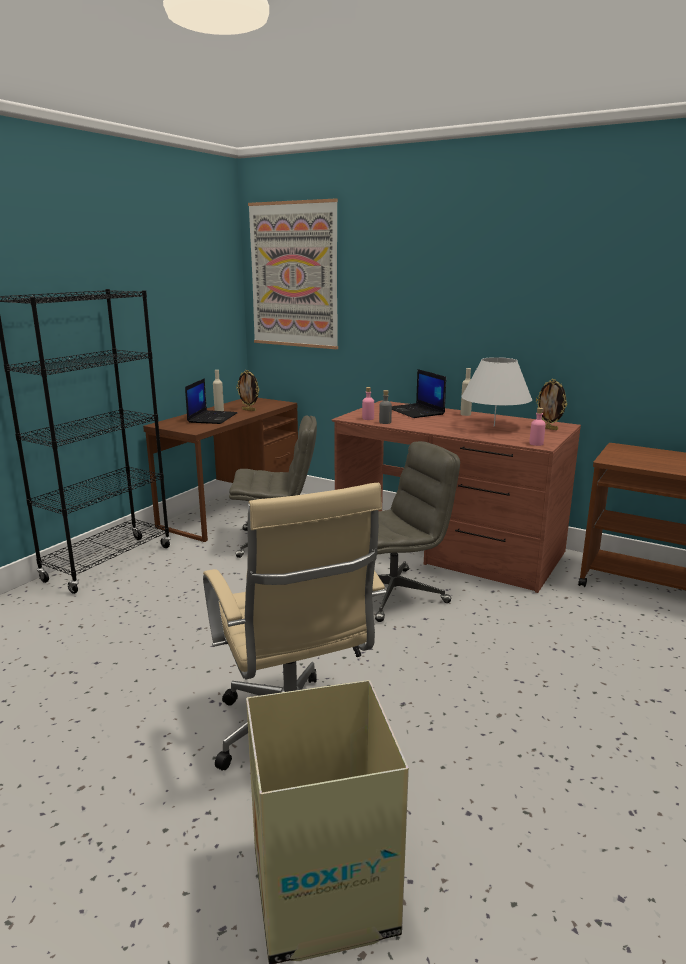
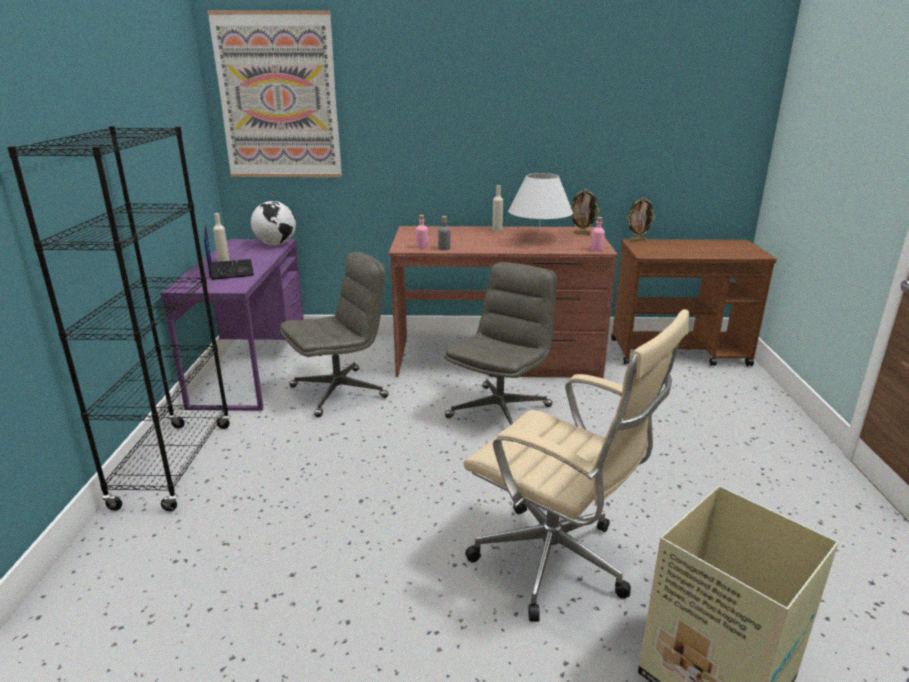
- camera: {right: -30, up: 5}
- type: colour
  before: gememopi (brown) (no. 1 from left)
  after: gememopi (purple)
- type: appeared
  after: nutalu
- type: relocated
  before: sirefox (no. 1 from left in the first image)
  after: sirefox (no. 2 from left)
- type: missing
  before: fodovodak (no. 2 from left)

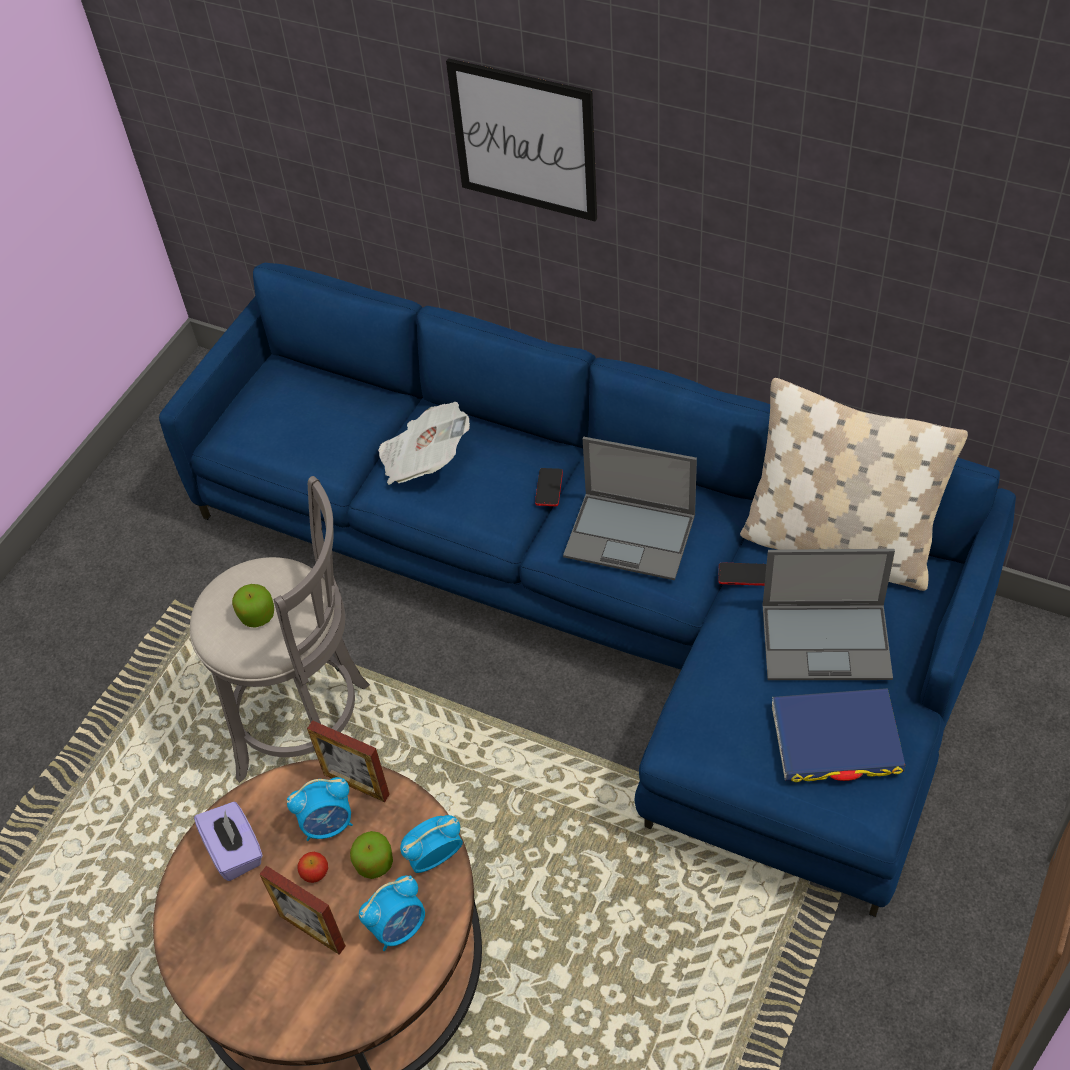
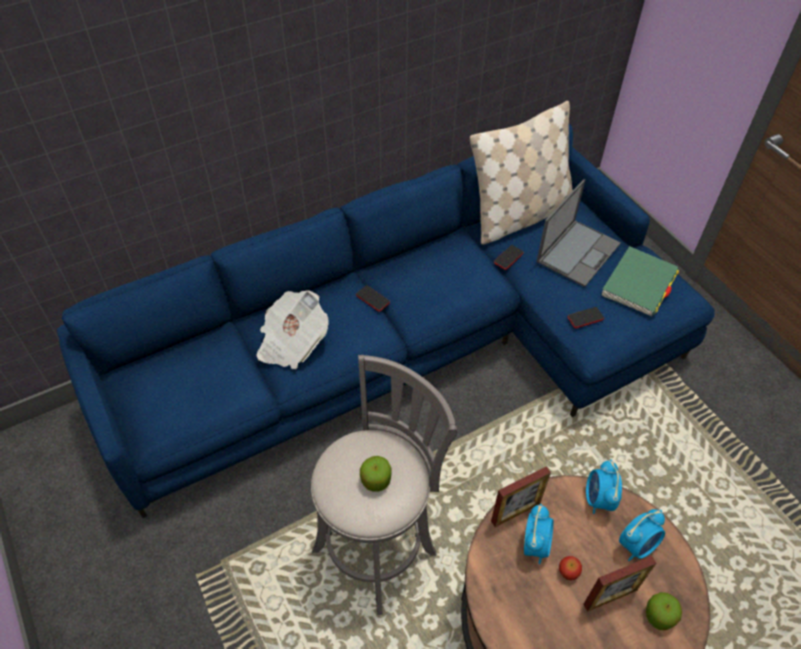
- camera: {right: -60, up: 0}
- type: appeared
  after: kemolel (no. 3 from left)
- type: colour
  before: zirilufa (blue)
  after: zirilufa (green)
- type: spun
  before: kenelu (no. 2 from left in the first image)
  turn: 60
- type: relocated
  before: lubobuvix (no. 3 from left)
- type: missing
  before: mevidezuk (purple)
- type: missing
  before: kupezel
- type: missing
  before: fodovodak (no. 1 from left)

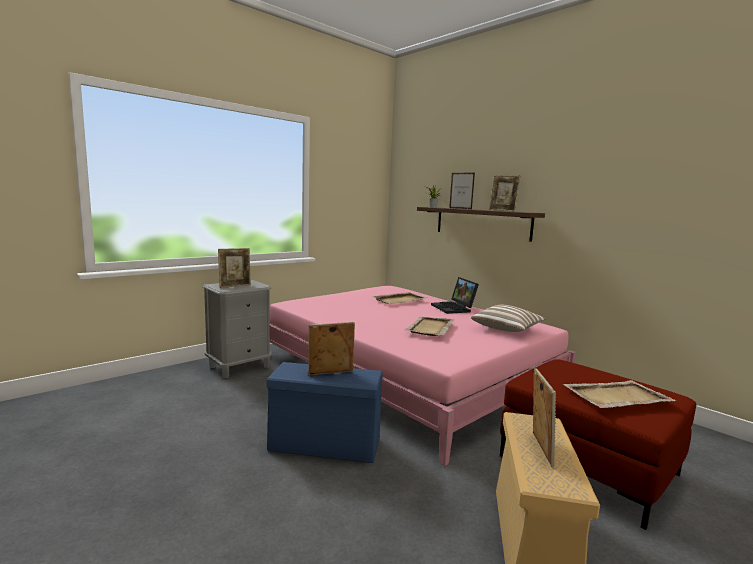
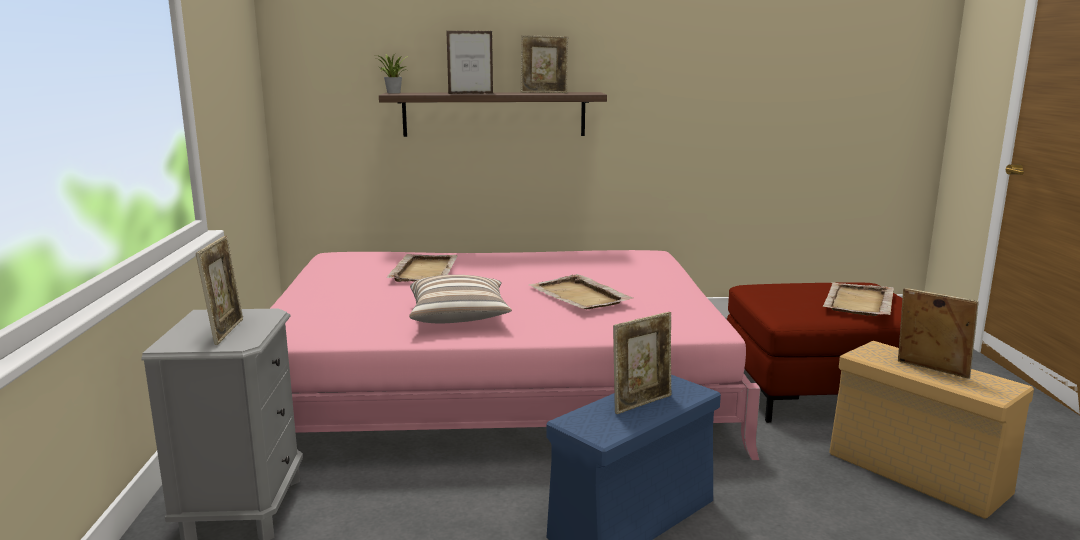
- camera: {right: -50, up: 5}
- type: relocated
  before: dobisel
- type: spun
  before: sirefox (no. 2 from left in the first image)
  turn: -150
- type: missing
  before: fodovodak

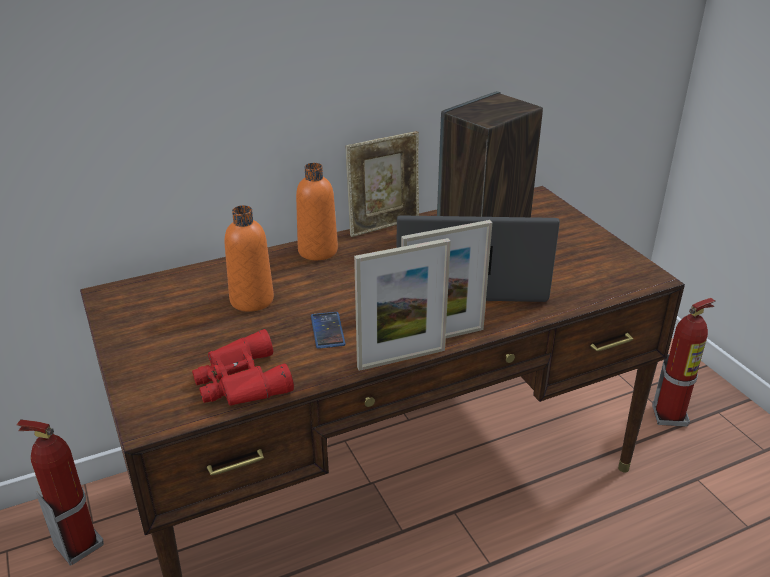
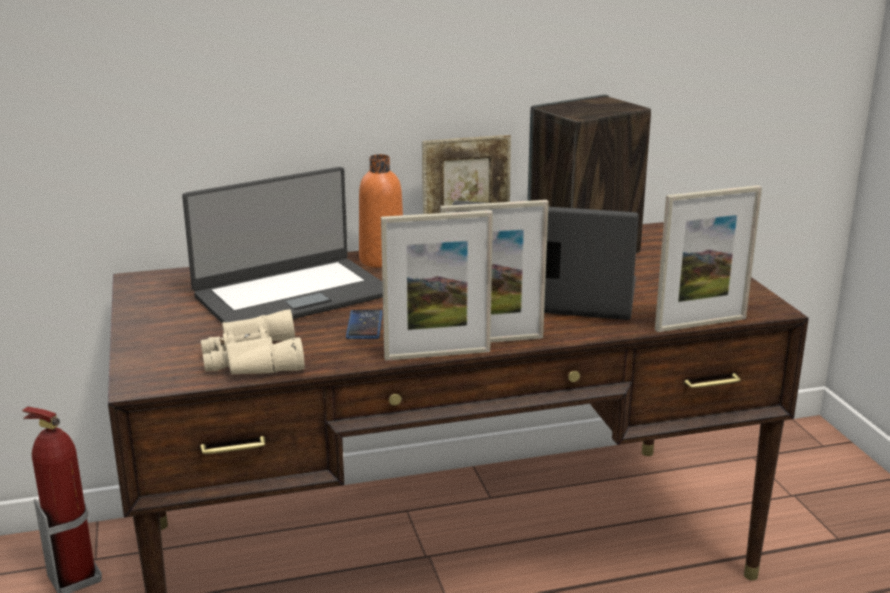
- camera: {right: 10, up: -10}
- type: exchanged
  before: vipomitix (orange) (no. 1 from left)
  after: fodovodak (no. 1 from left)
- type: colour
  before: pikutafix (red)
  after: pikutafix (beige)
- type: appeared
  after: sirefox (no. 4 from left)
- type: missing
  before: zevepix (no. 2 from left)

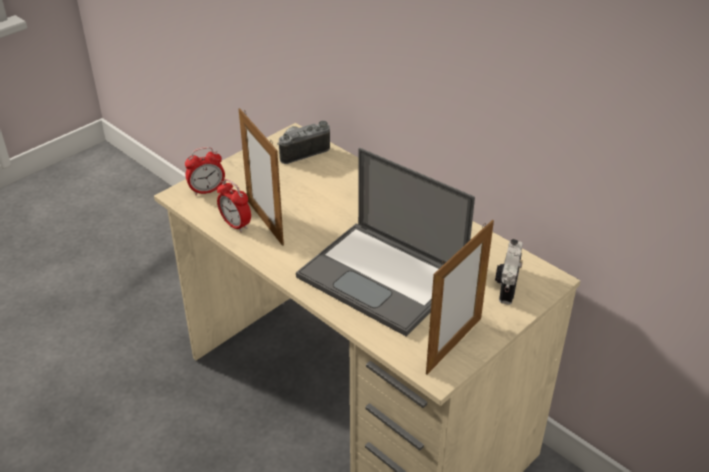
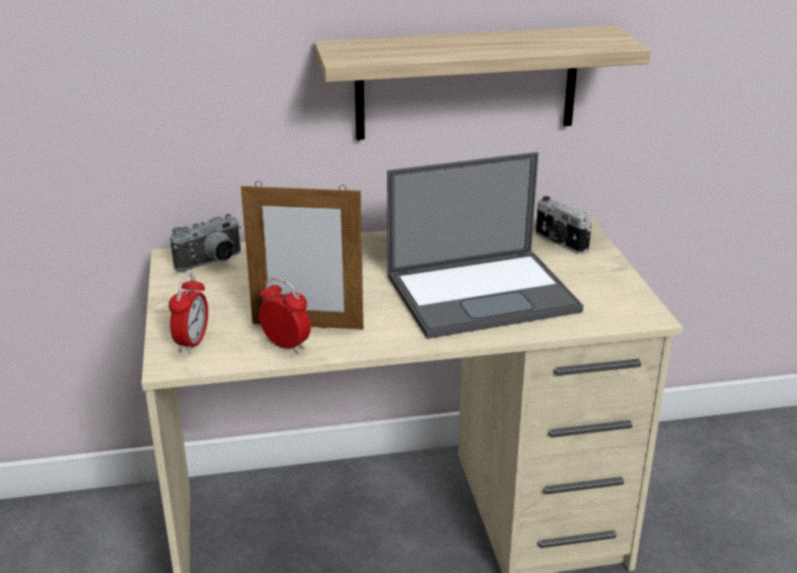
- camera: {right: -55, up: -10}
- type: spun
  before: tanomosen (no. 1 from left)
  turn: -135
- type: spun
  before: kenelu (no. 2 from left)
  turn: -135
- type: appeared
  after: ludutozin
- type: missing
  before: sirefox (no. 2 from left)

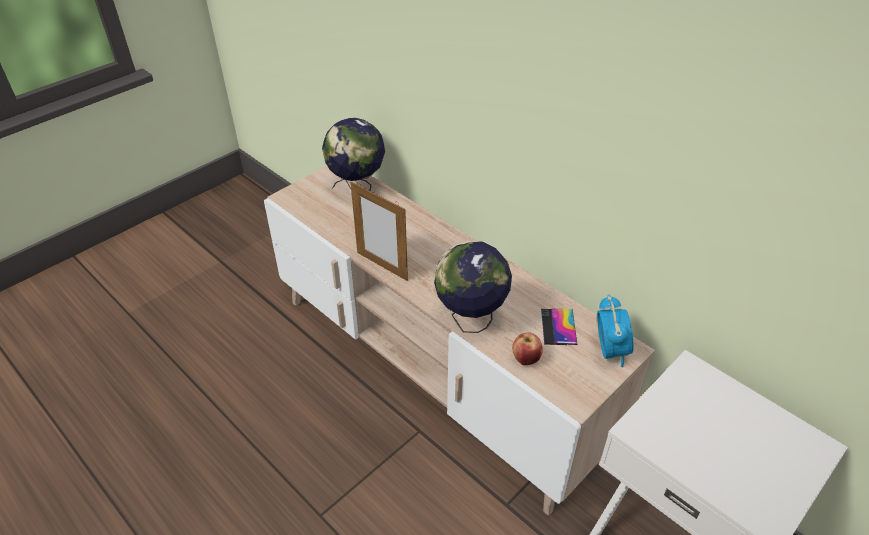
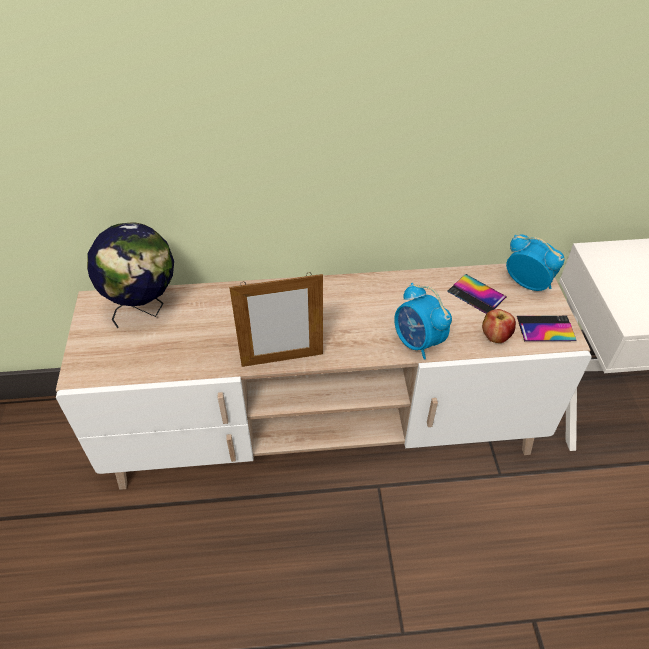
- camera: {right: -50, up: 5}
- type: exchanged
  before: nutalu (no. 2 from left)
  after: kenelu (no. 1 from left)
- type: appeared
  after: kemolel (no. 2 from left)

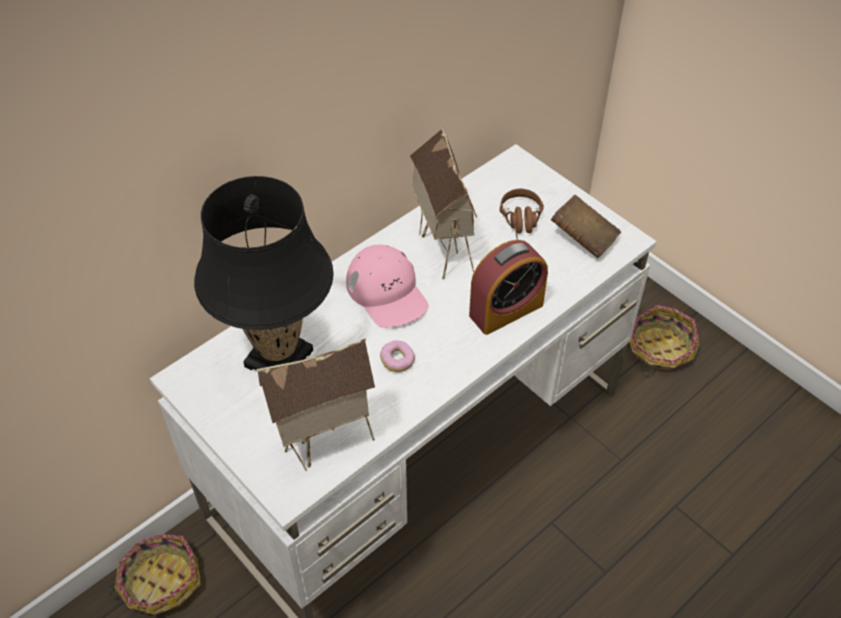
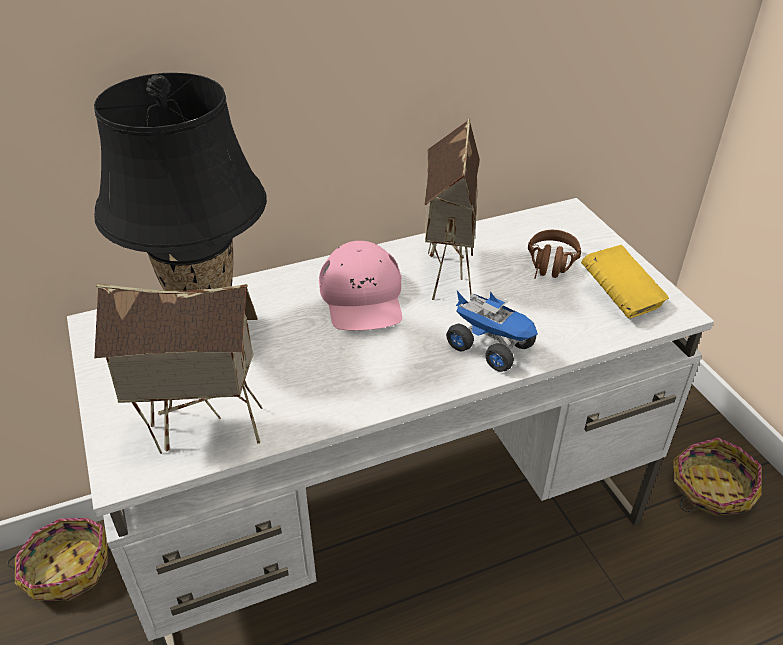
- camera: {right: 20, up: -10}
- type: exchanged
  before: kenelu
  after: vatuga
- type: colour
  before: zirilufa (brown)
  after: zirilufa (yellow)
- type: missing
  before: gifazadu

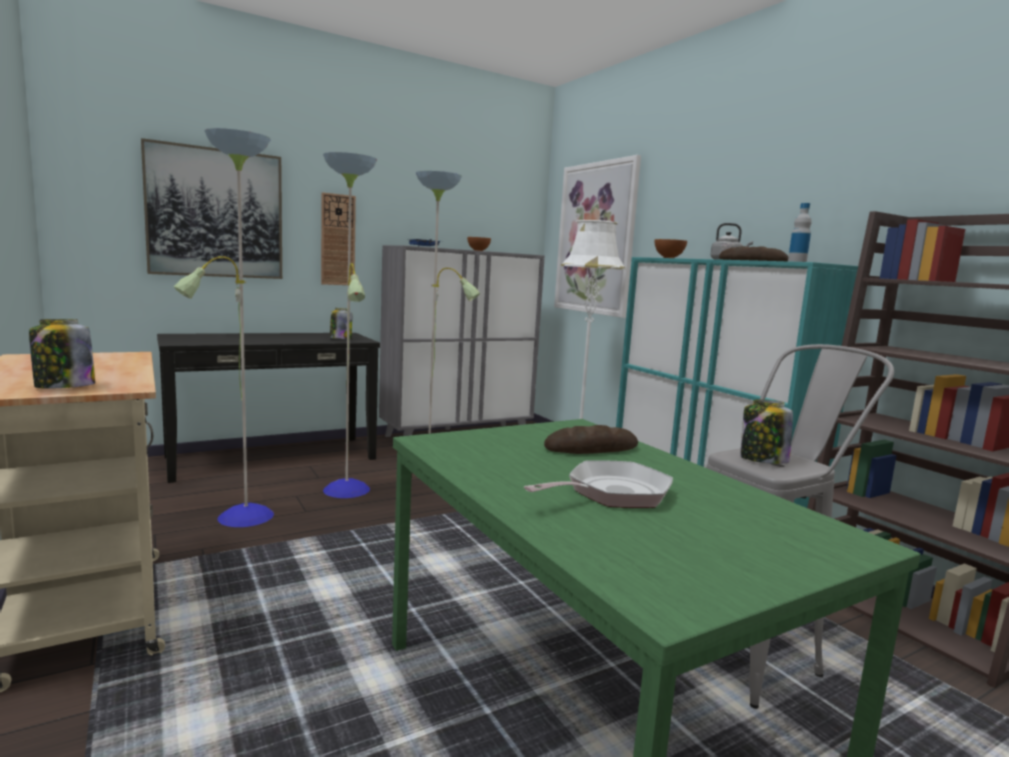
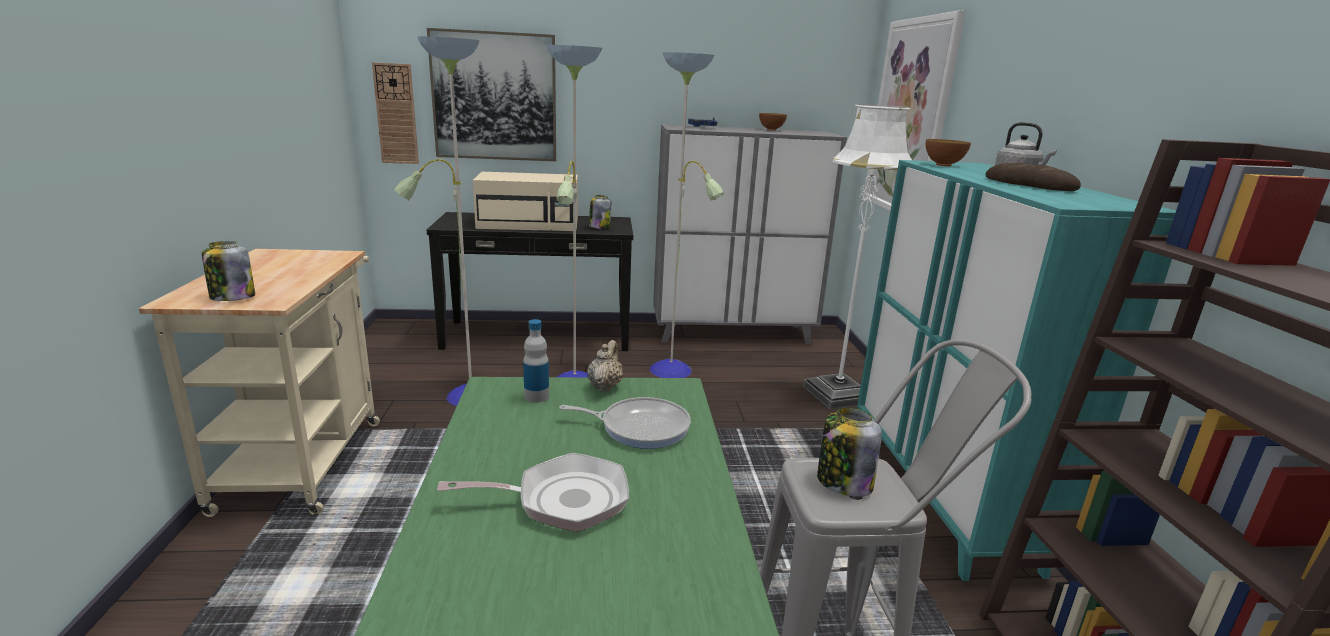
- camera: {right: 25, up: 10}
- type: relocated
  before: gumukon
- type: appeared
  after: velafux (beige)
- type: relocated
  before: vipomitix
- type: exchanged
  before: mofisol (no. 1 from left)
  after: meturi (no. 2 from left)
- type: appeared
  after: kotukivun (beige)

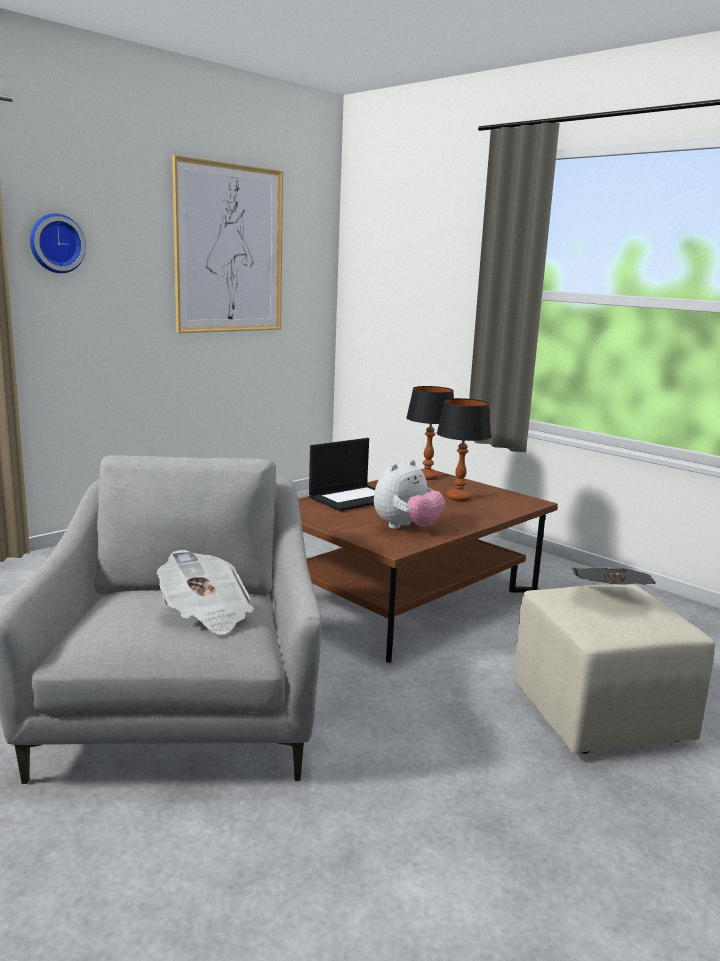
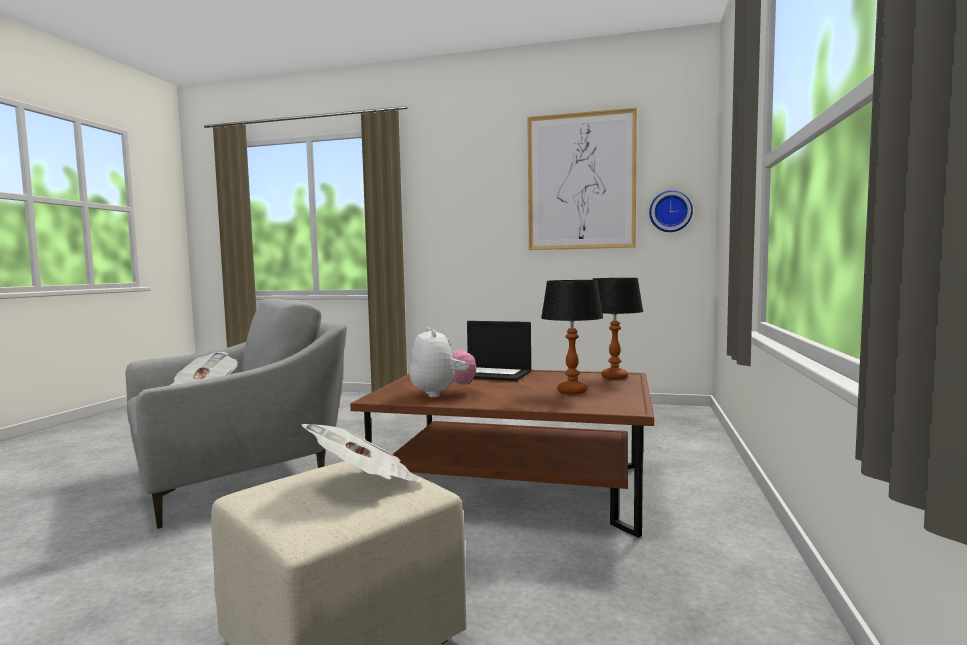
- camera: {right: 60, up: -10}
- type: spun
  before: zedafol
  turn: -120
- type: relocated
  before: gumukon

